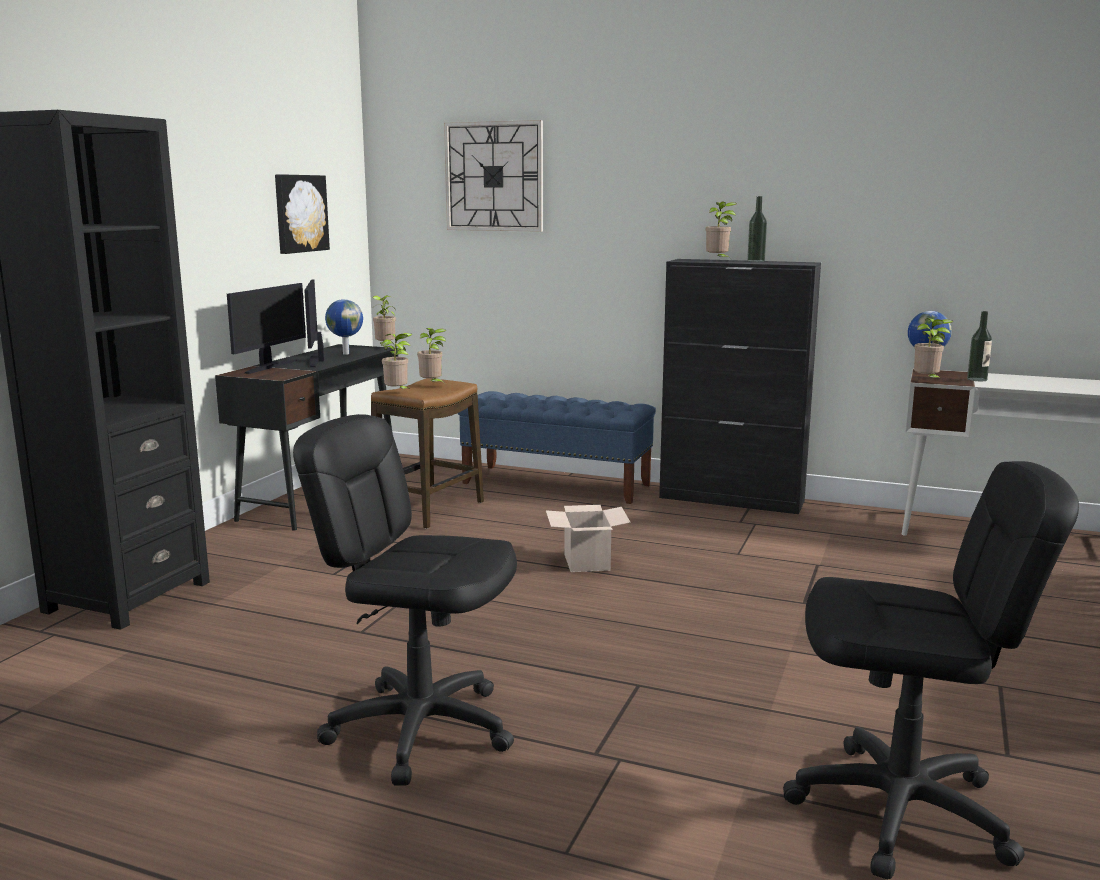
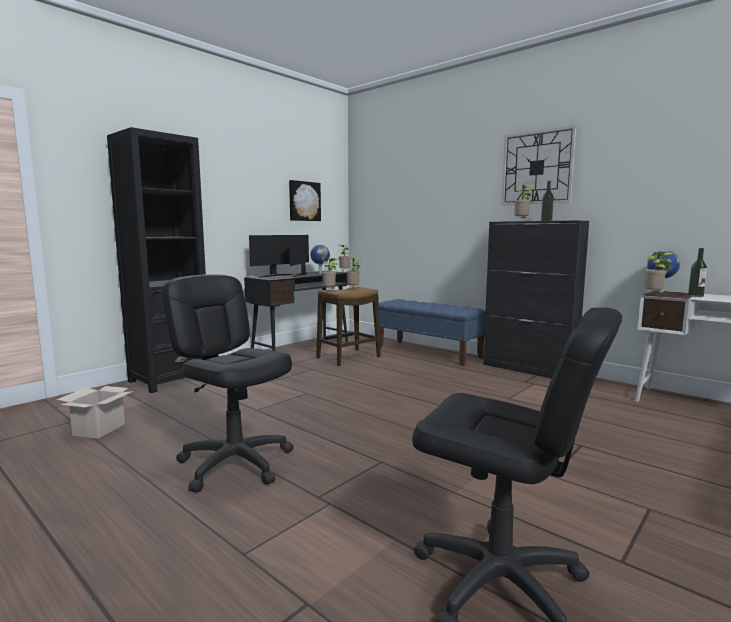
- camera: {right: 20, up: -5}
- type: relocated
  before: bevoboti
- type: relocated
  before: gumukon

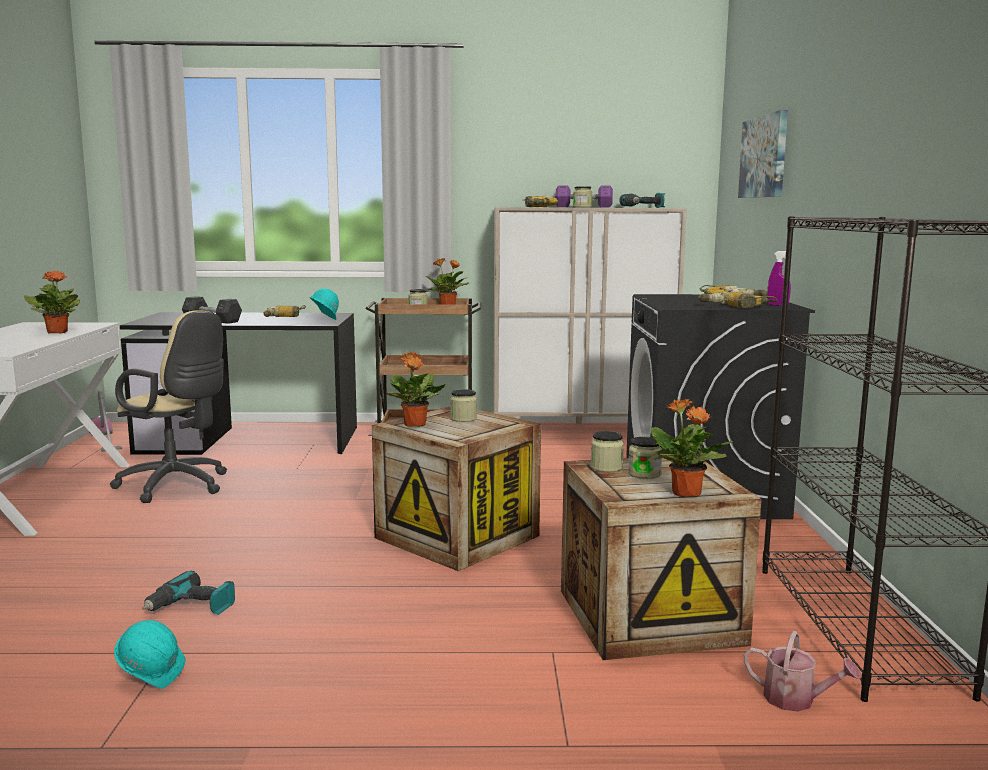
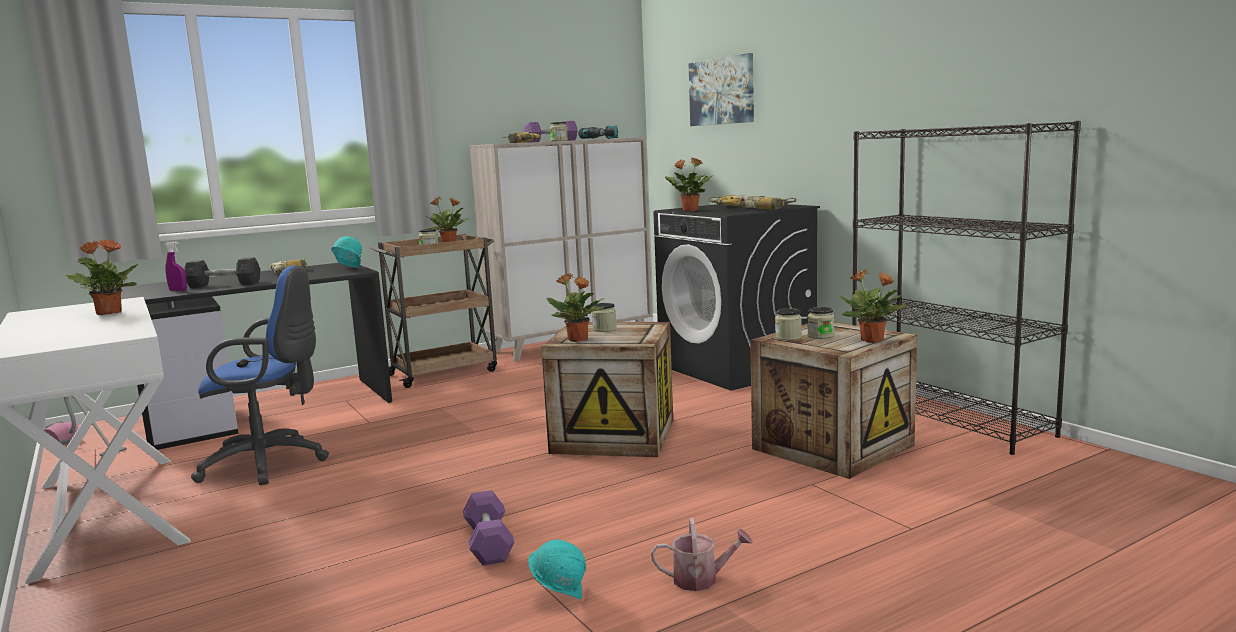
- camera: {right: -30, up: 0}
- type: relocated
  before: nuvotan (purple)
- type: colour
  before: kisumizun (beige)
  after: kisumizun (blue)
- type: exchanged
  before: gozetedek (no. 1 from left)
  after: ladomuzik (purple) (no. 1 from left)
- type: relocated
  before: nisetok
- type: appeared
  after: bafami (no. 4 from left)

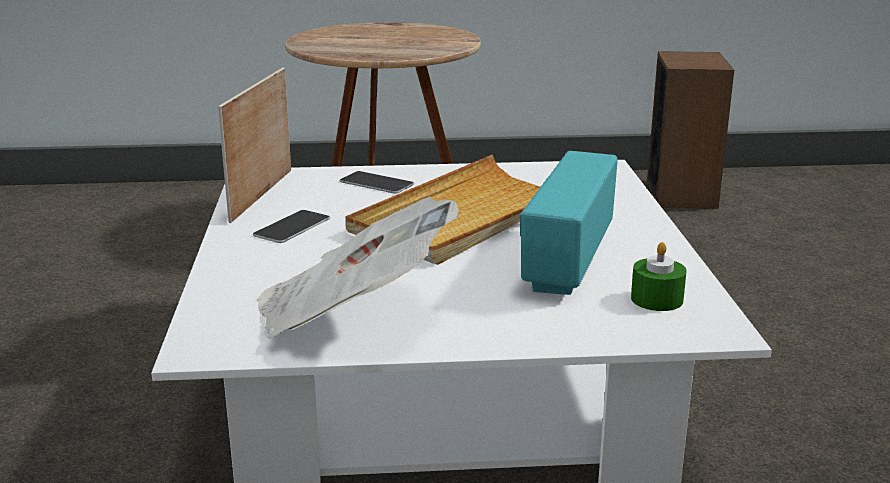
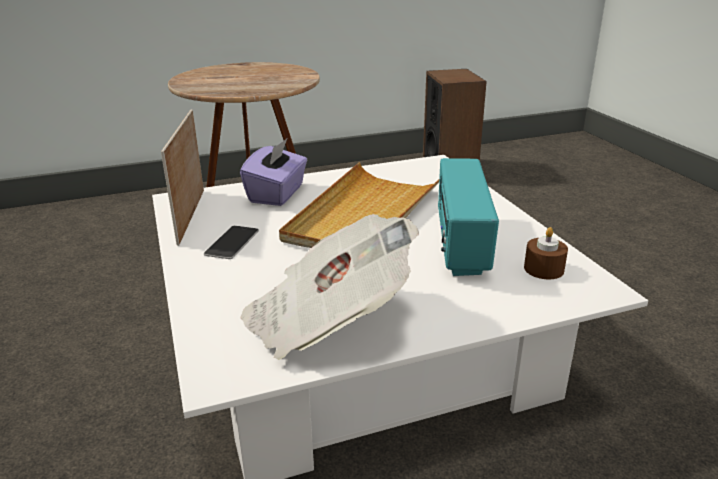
- camera: {right: -15, up: 5}
- type: exchanged
  before: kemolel (no. 2 from left)
  after: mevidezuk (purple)
- type: colour
  before: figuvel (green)
  after: figuvel (brown)

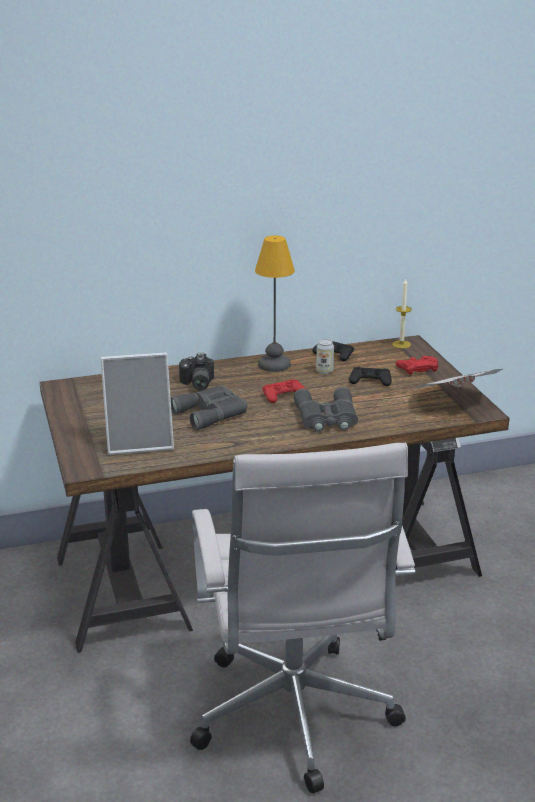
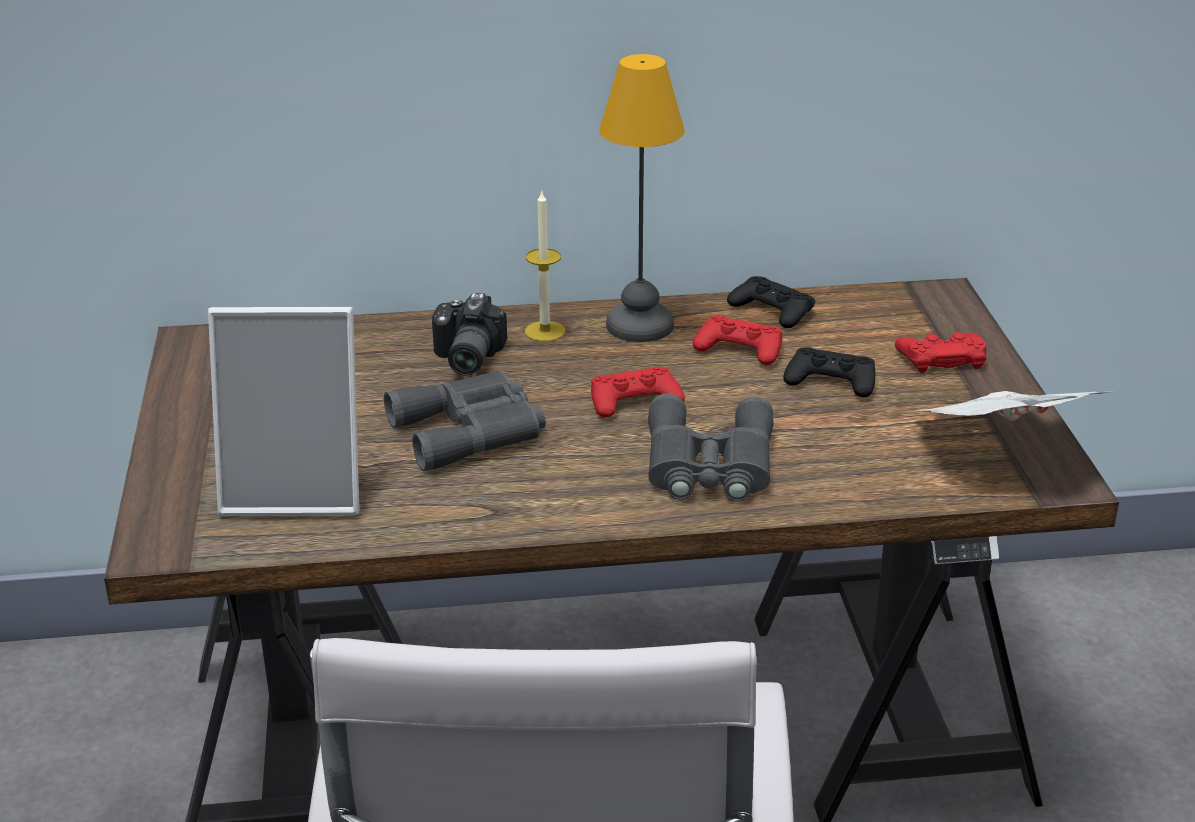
- camera: {right: 10, up: 5}
- type: relocated
  before: figuvel
- type: exchanged
  before: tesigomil
  after: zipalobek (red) (no. 2 from left)

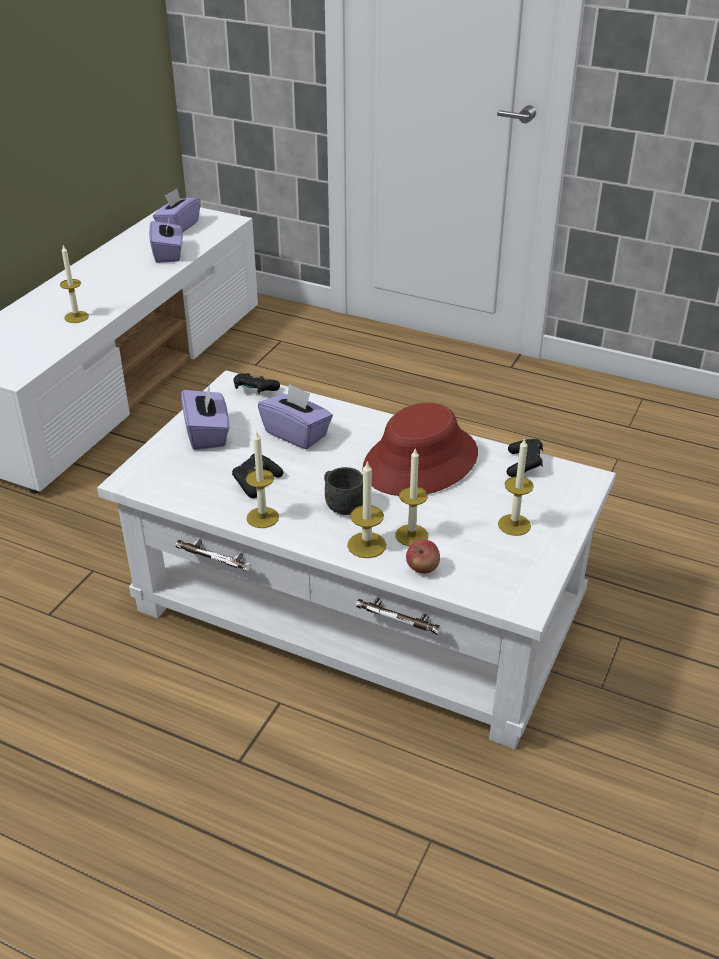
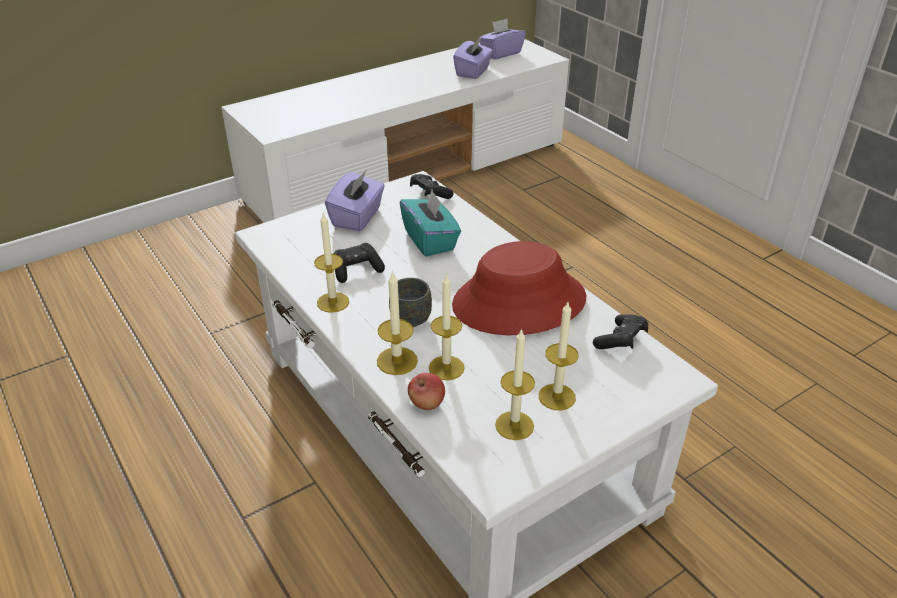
- camera: {right: 30, up: 0}
- type: colour
  before: mevidezuk (purple) (no. 4 from left)
  after: mevidezuk (turquoise)
- type: relocated
  before: figuvel (no. 1 from left in the first image)
  after: figuvel (no. 4 from left)

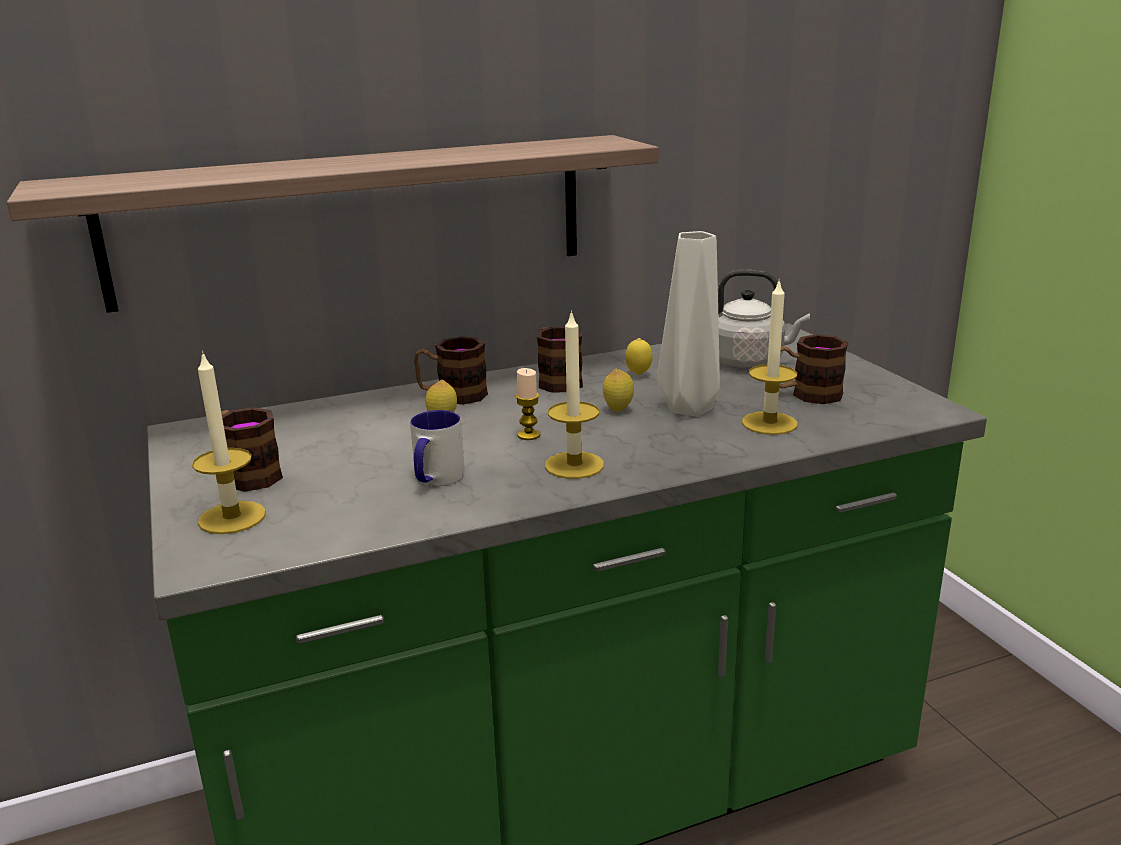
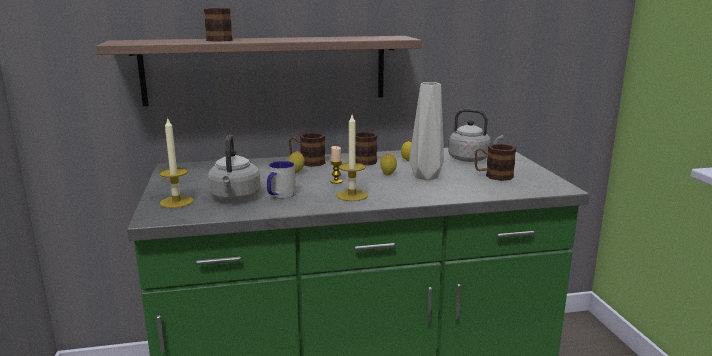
- camera: {right: 10, up: -5}
- type: relocated
  before: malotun (no. 1 from left)
- type: appeared
  after: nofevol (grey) (no. 1 from left)
- type: missing
  before: figuvel (no. 4 from left)

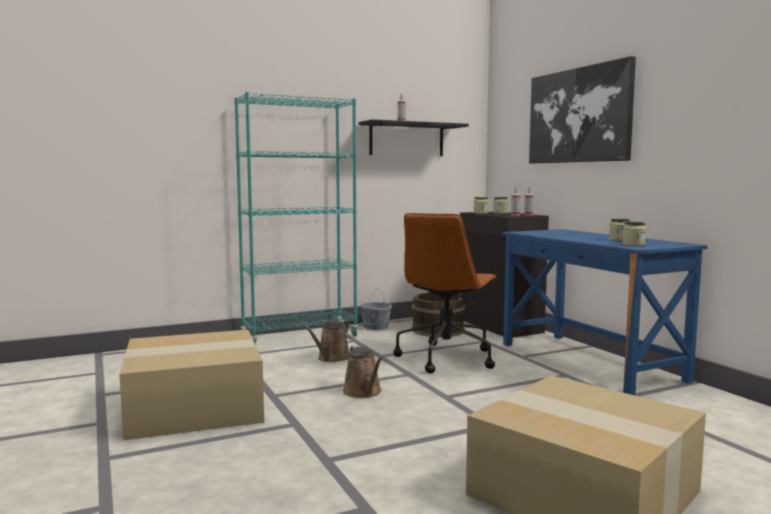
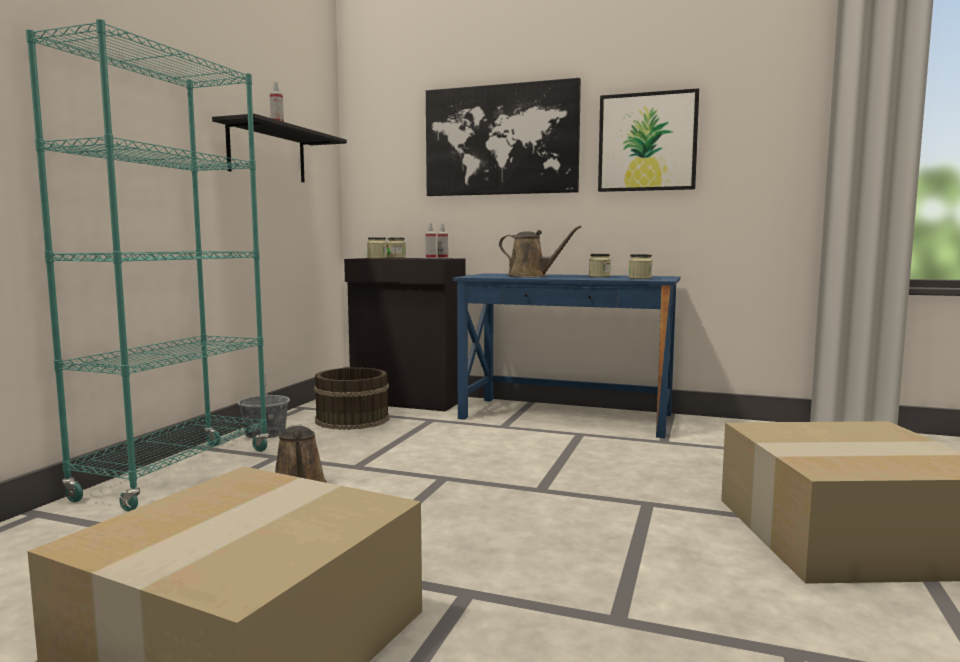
- camera: {right: -45, up: 0}
- type: relocated
  before: nisetok (brown) (no. 2 from left)
- type: appeared
  after: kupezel (no. 2 from left)
- type: missing
  before: kisumizun (brown)

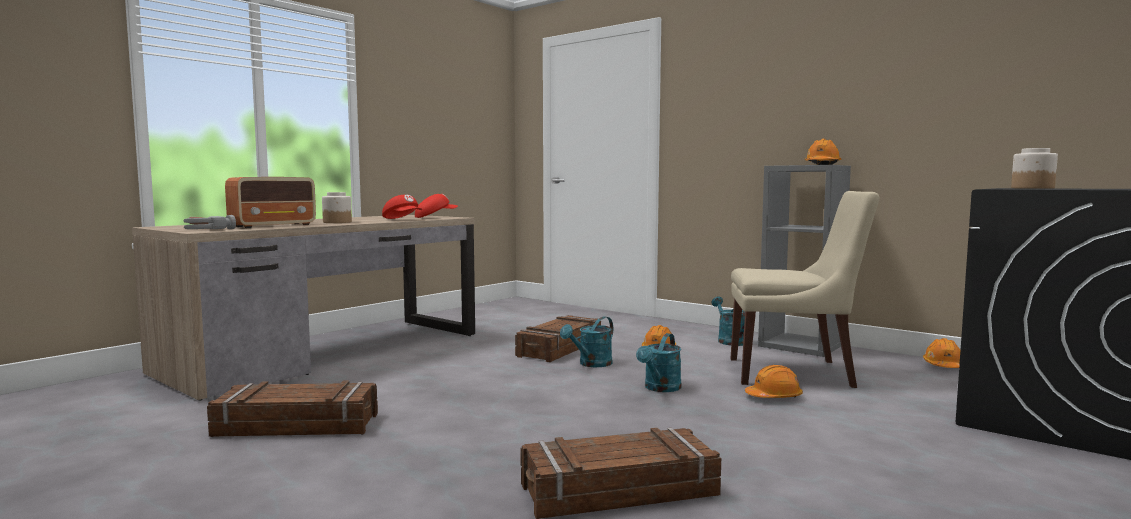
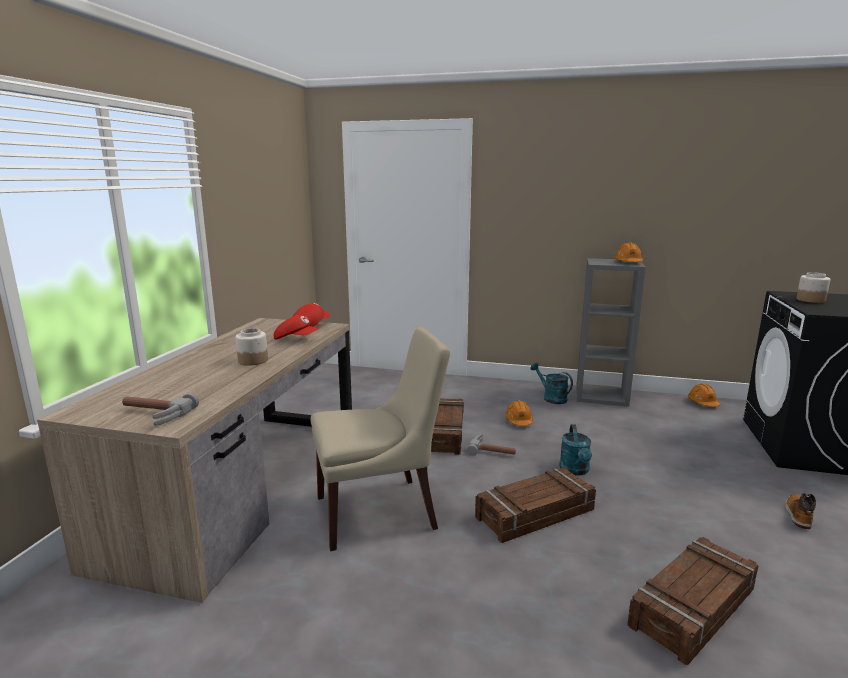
- camera: {right: -25, up: 10}
- type: relocated
  before: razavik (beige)
- type: exchanged
  before: nisetok (turquoise) (no. 1 from left)
  after: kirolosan (no. 2 from left)
- type: relocated
  before: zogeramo (no. 1 from left in the first image)
  after: zogeramo (no. 2 from left)
- type: appeared
  after: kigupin
- type: missing
  before: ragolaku
- type: missing
  before: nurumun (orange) (no. 2 from left)

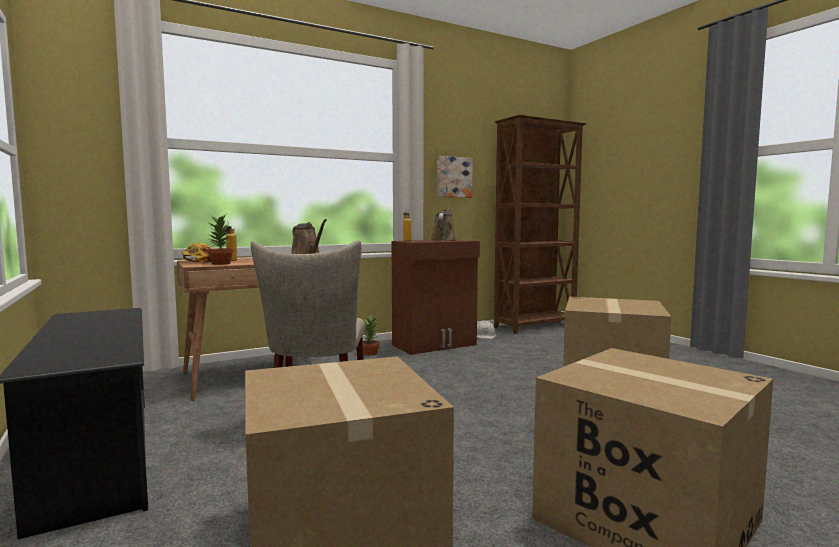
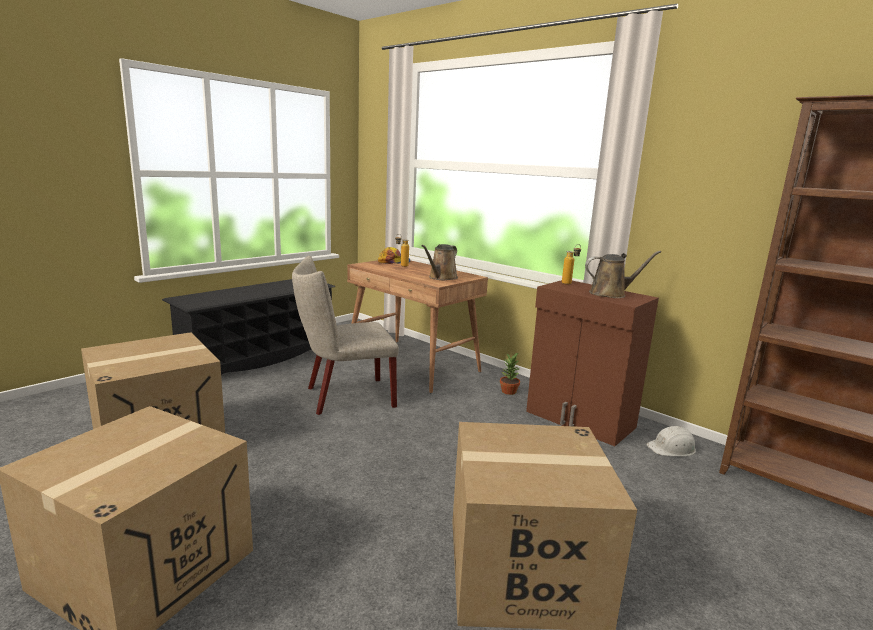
- camera: {right: 70, up: 10}
- type: missing
  before: bafami (no. 1 from left)
- type: missing
  before: kupezel

